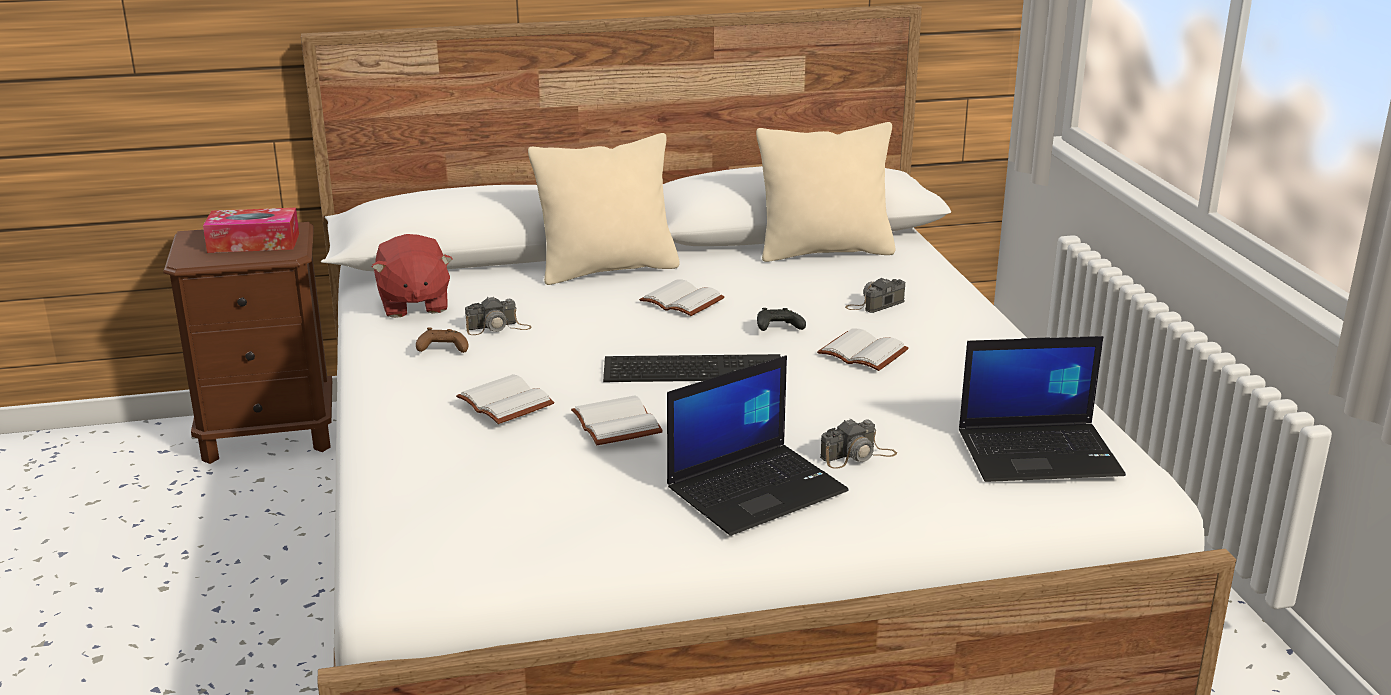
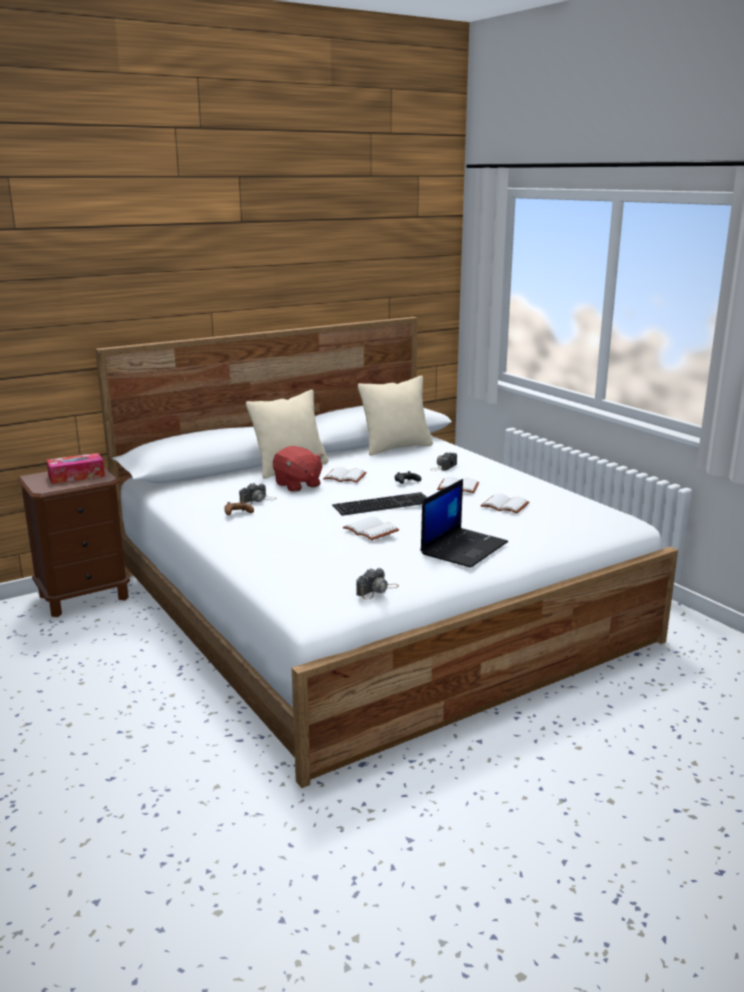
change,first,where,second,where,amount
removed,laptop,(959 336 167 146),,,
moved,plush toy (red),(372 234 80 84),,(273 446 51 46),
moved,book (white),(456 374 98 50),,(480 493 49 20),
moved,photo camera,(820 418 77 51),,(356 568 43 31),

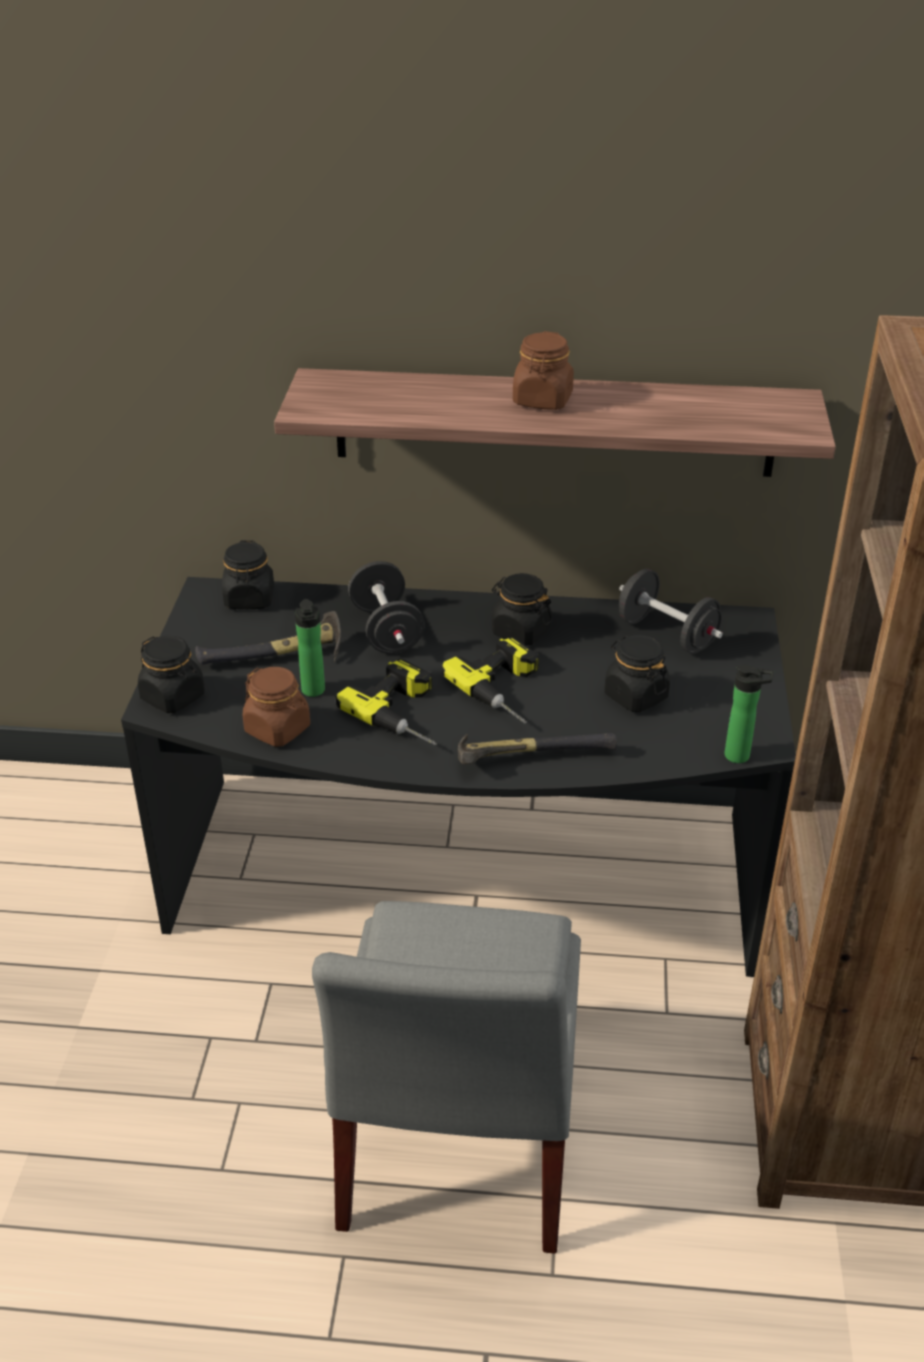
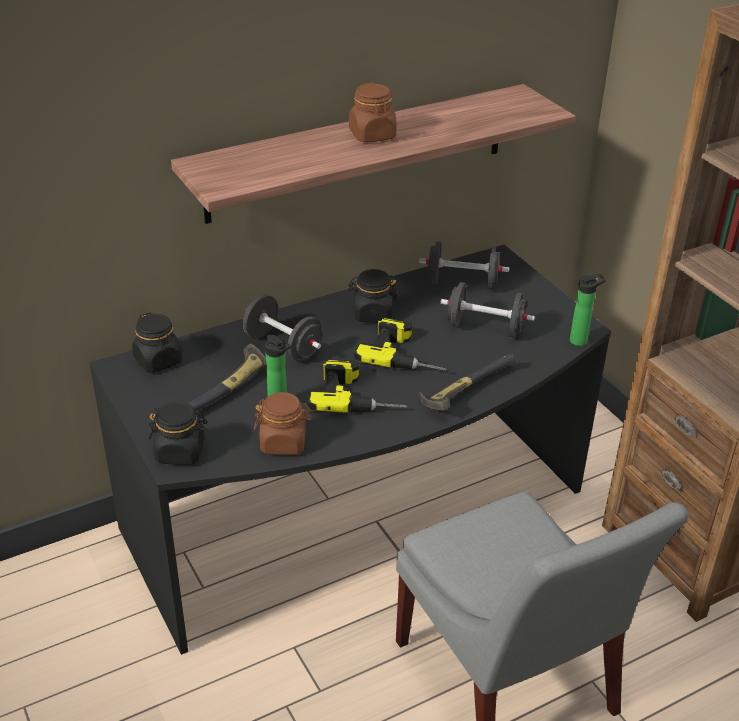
change,first,where,second,where,amount
replaced,jar (black),(604 635 66 77),dumbbell (black),(440 282 95 56),

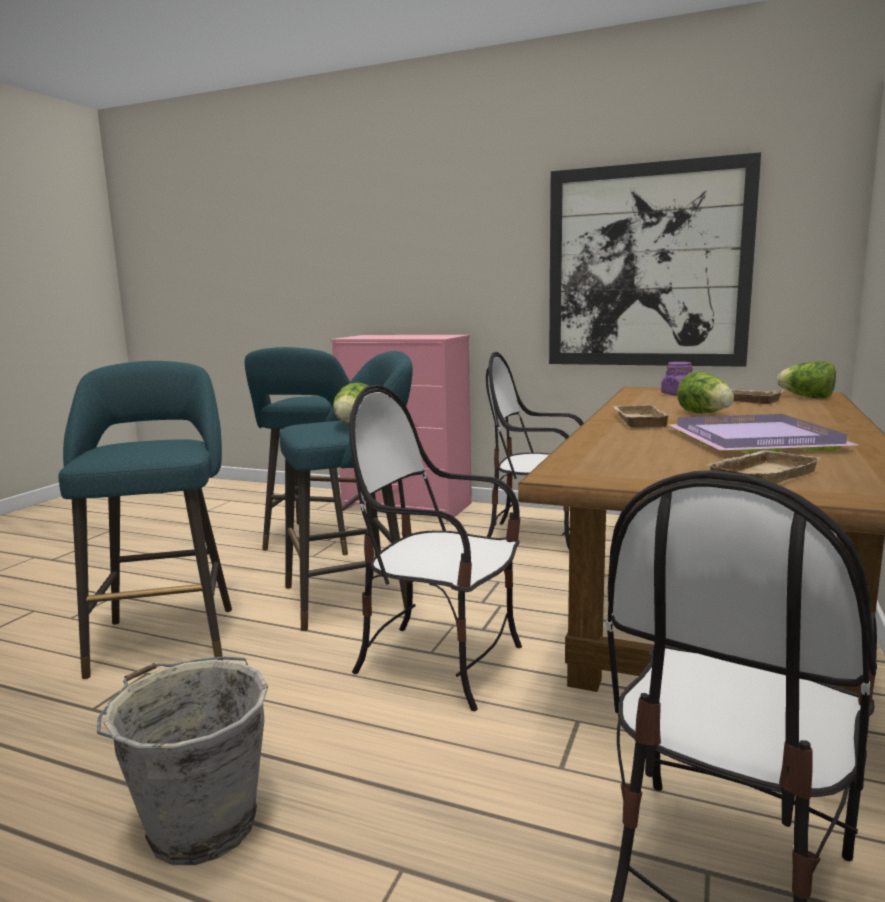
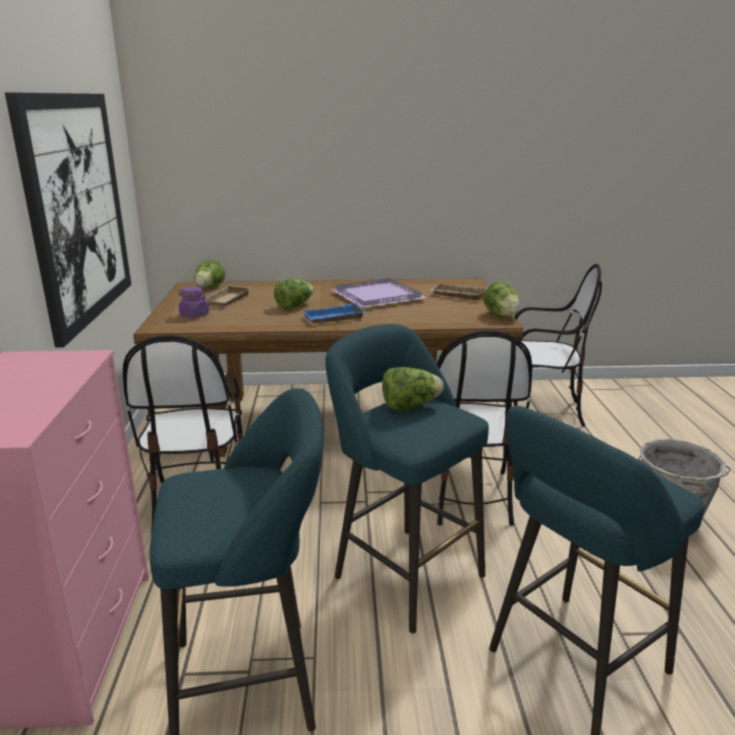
change,first,where,second,where,amount
added,,,lettuce,(484 281 35 36),
recoloured,tray (beige),(612 404 57 24),tray (blue),(303 303 63 20),

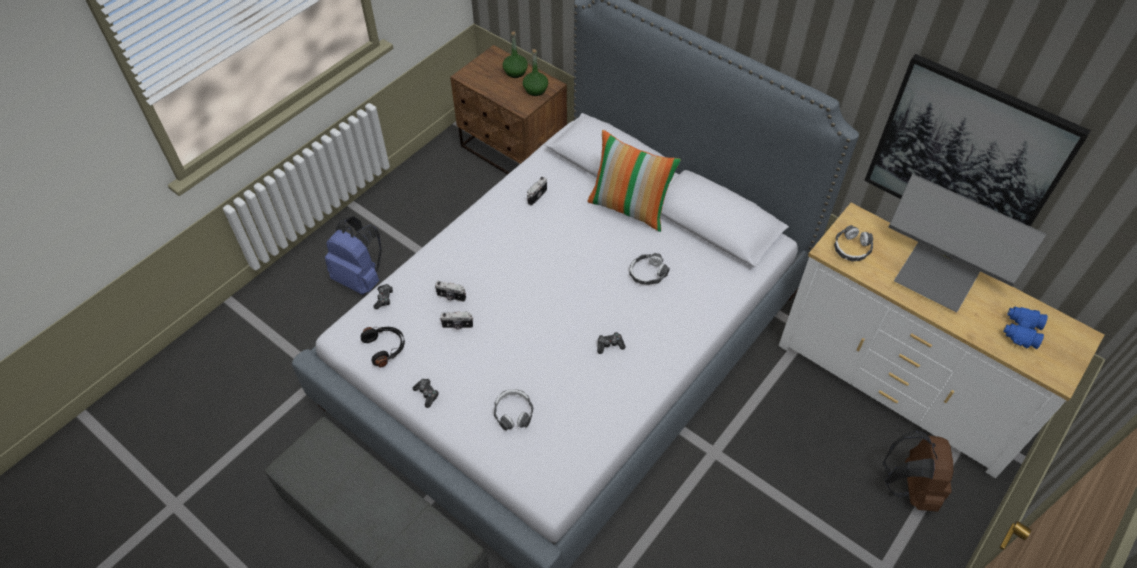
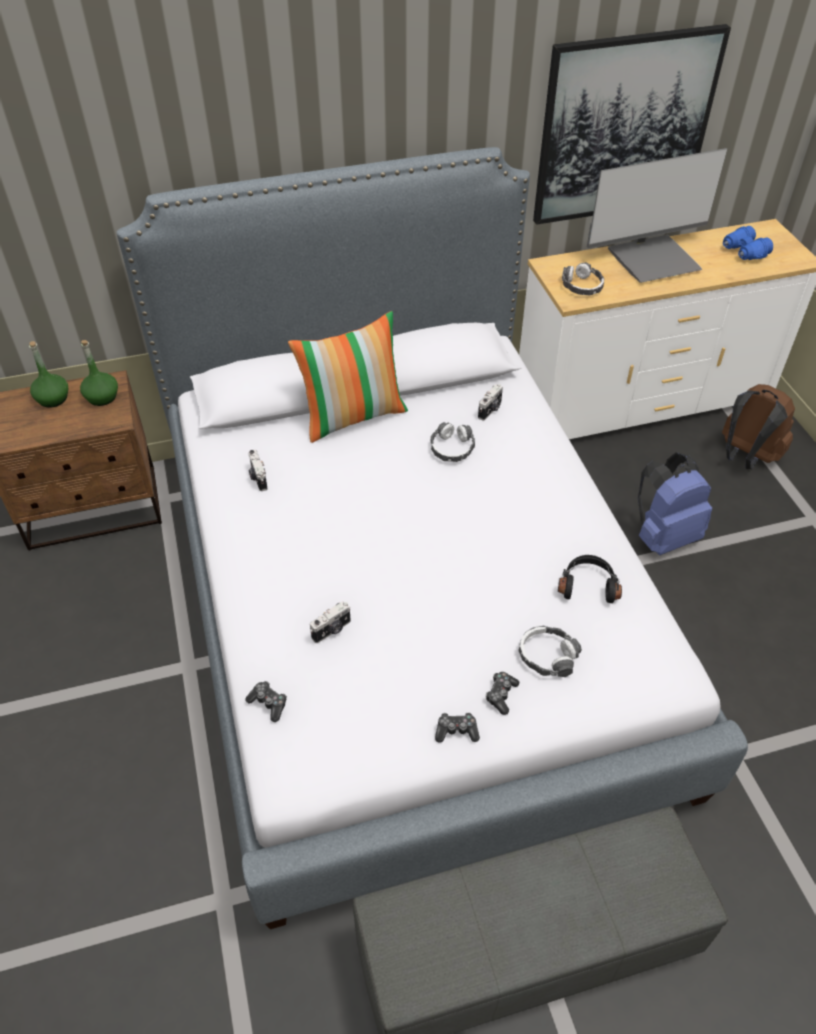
change,first,where,second,where,amount
moved,backpack (blue),(325 216 57 79),,(638 452 74 103),
moved,headphones (black),(361 327 44 40),,(558 555 64 48),
moved,photo camera,(440 311 33 18),,(478 384 25 37),
moved,game controller,(597 332 29 22),,(486 672 33 43),

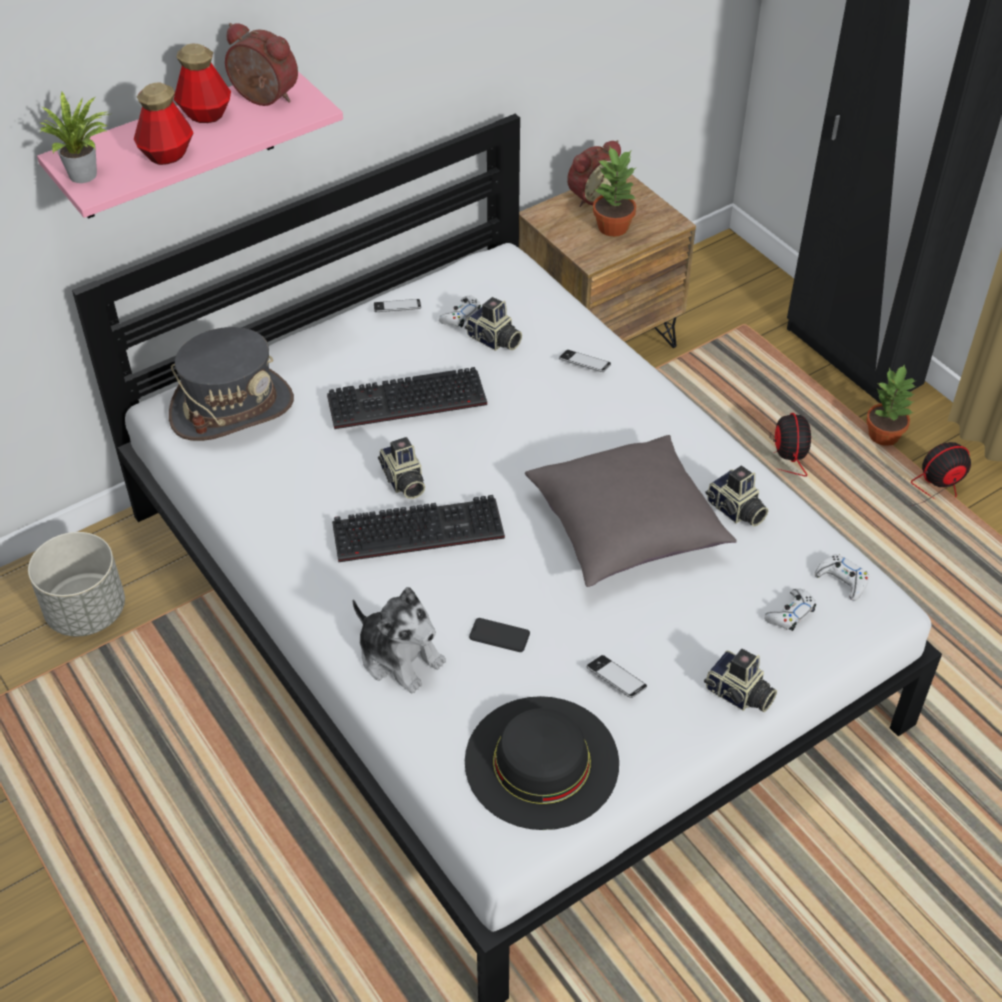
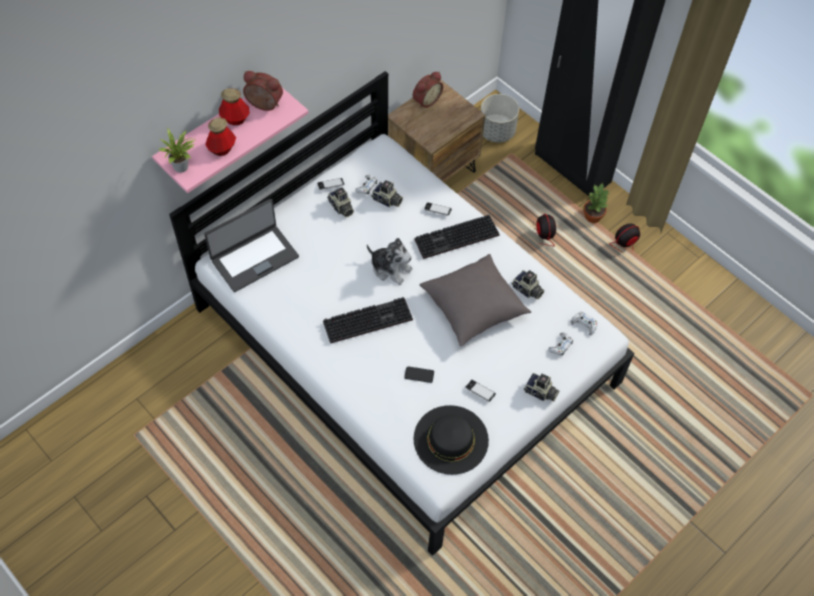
change,first,where,second,where,amount
removed,potted plant,(593 147 43 90),,,
moved,planter (grey),(28 532 97 104),,(481 94 38 48),
moved,keyboard,(327 367 160 62),,(414 215 85 44),
moved,plush toy,(353 587 93 106),,(367 238 46 47),
moved,photo camera,(378 437 47 62),,(327 187 27 30),
replaced,hat (grey),(169 327 125 114),laptop,(204 199 95 93),

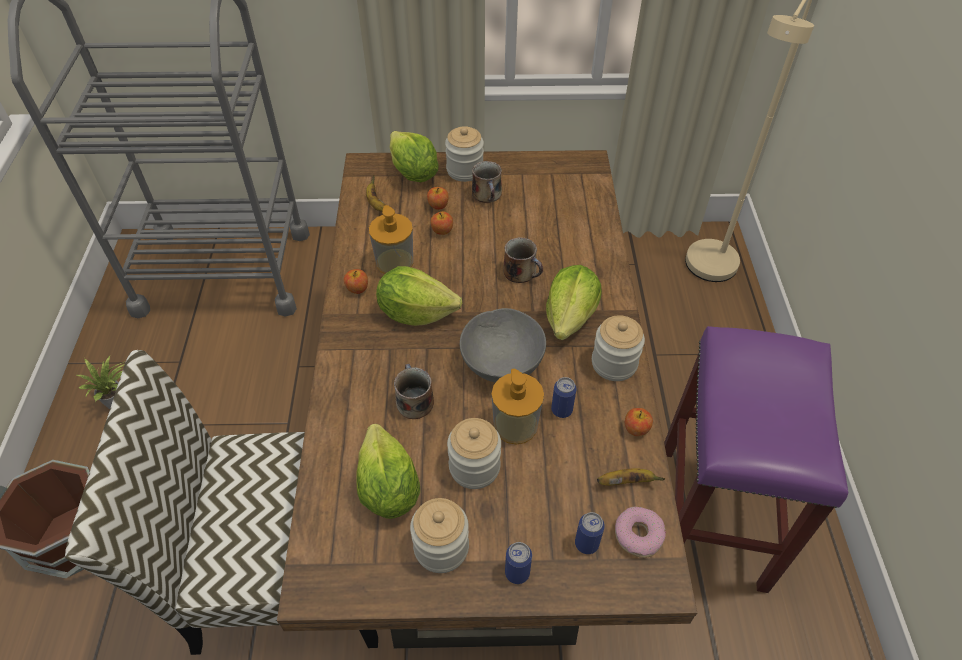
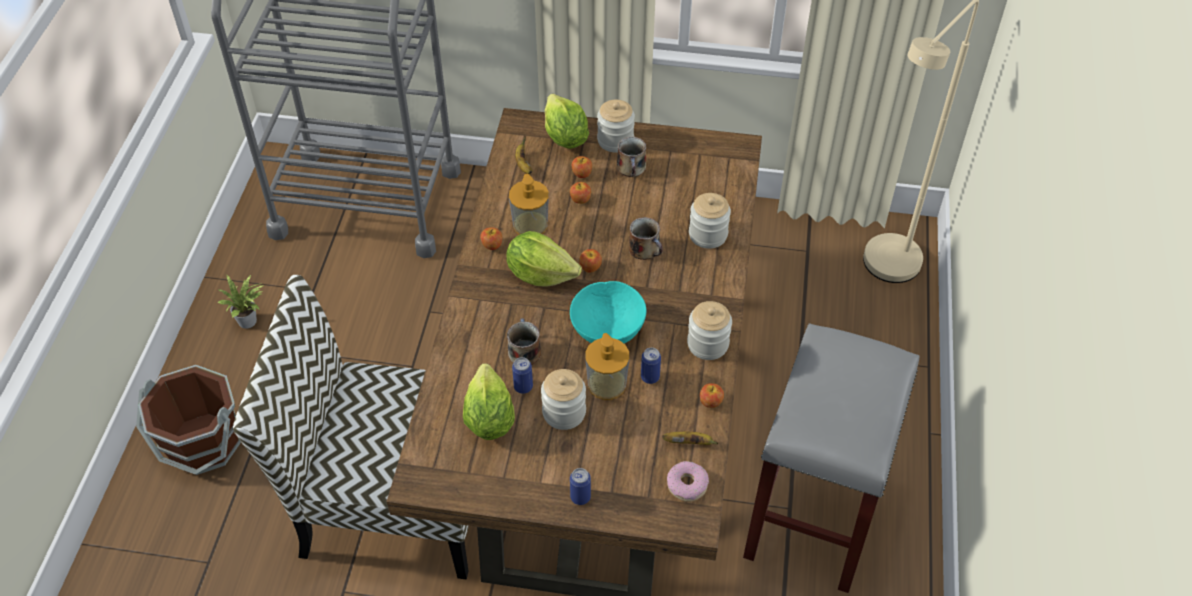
change,first,where,second,where,amount
removed,lettuce,(546 265 56 75),,,
added,,,apple,(579 249 23 24),
moved,jar,(410 498 59 75),,(689 193 42 56),
moved,can,(575 512 30 42),,(512 357 21 37),
recoloured,bowl (grey),(460 308 86 74),bowl (turquoise),(570 281 76 62),
recoloured,stool (purple),(664 326 185 267),stool (grey),(743 323 176 270),

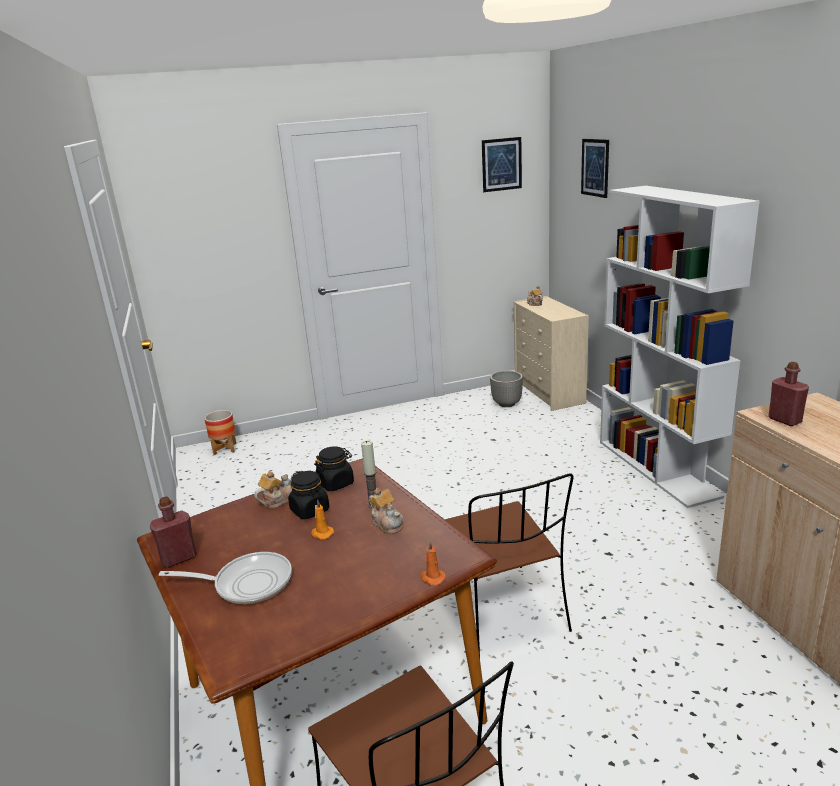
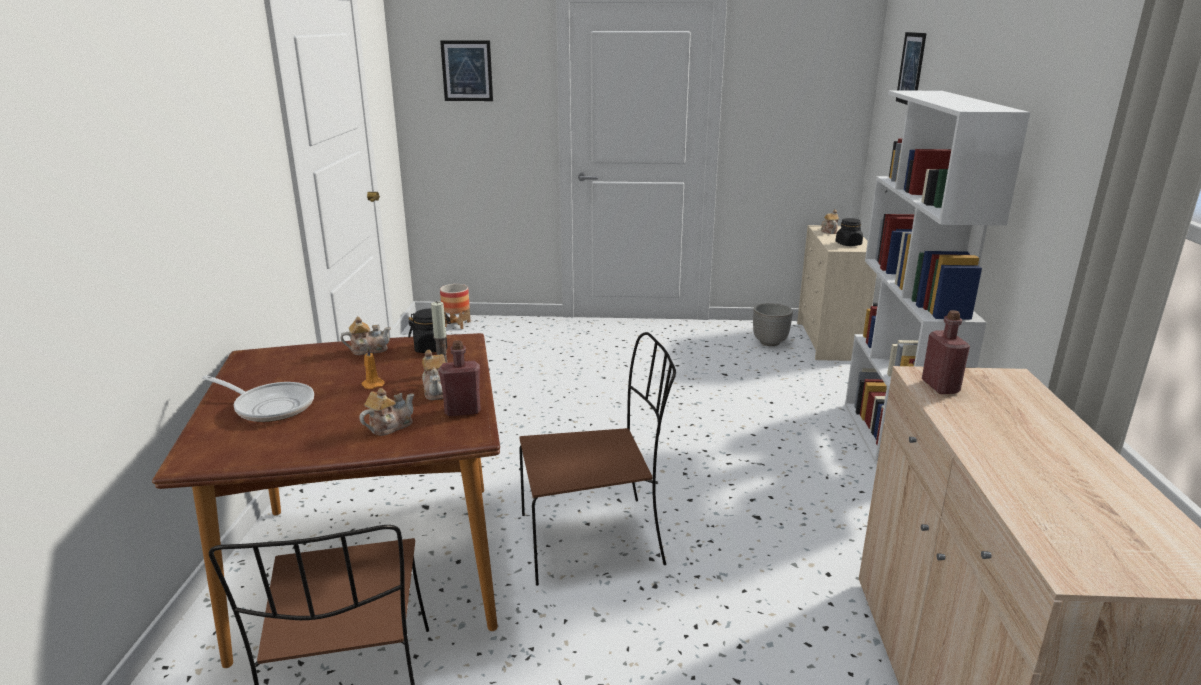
change,first,where,second,where,amount
removed,candle (orange),(420 541 26 45),,,
added,,,teapot,(359 388 55 48),
moved,bottle (red),(150 496 47 72),,(439 340 42 76),
moved,jar (black),(288 471 41 48),,(836 218 27 28),
moved,picture,(482 137 40 55),,(440 40 53 61),
turned,chair (brown),(445 473 129 183),,(519 332 157 254),105 degrees counterclockwise

